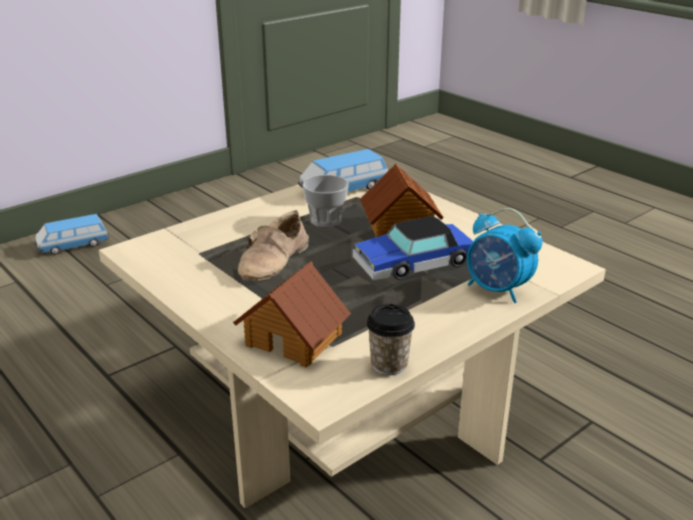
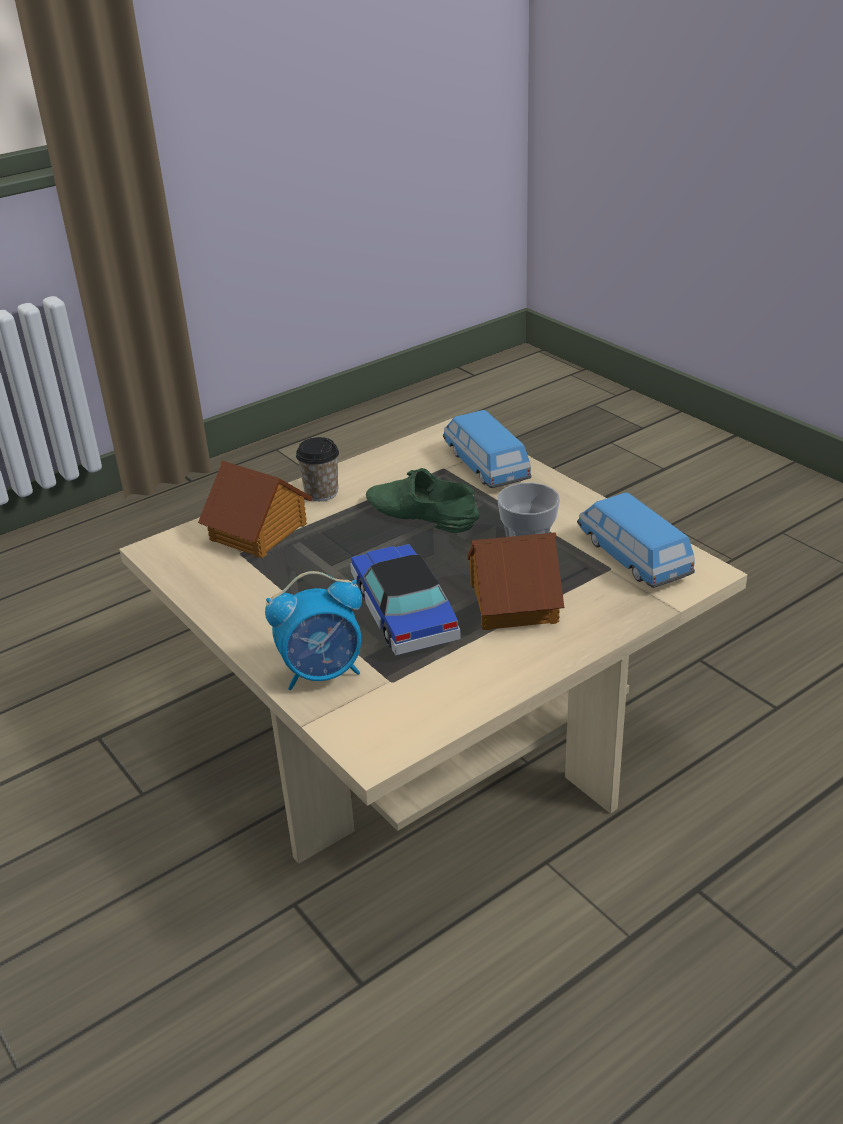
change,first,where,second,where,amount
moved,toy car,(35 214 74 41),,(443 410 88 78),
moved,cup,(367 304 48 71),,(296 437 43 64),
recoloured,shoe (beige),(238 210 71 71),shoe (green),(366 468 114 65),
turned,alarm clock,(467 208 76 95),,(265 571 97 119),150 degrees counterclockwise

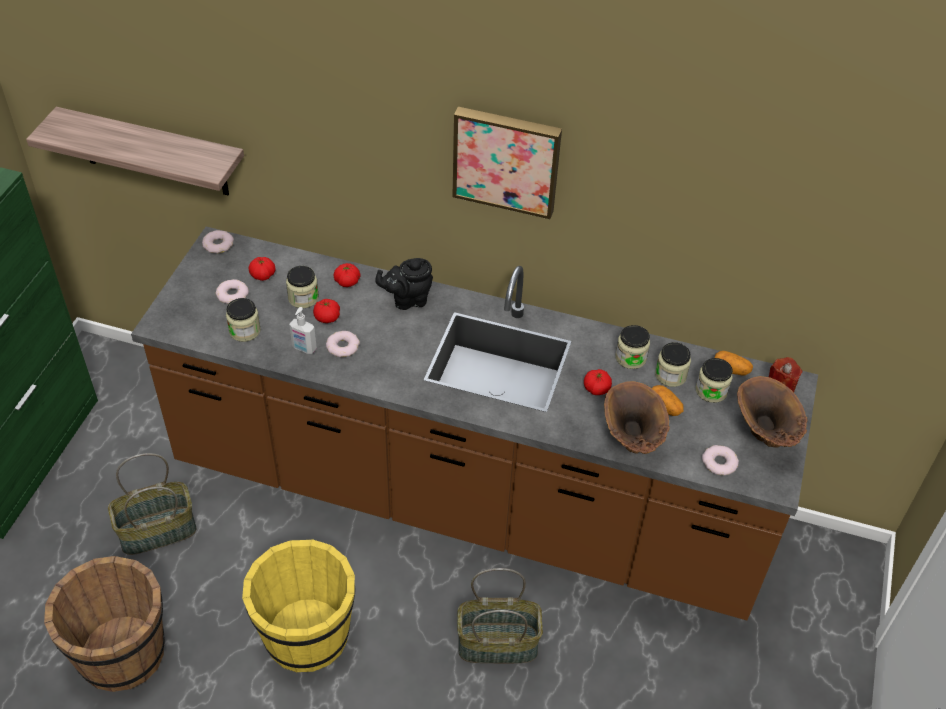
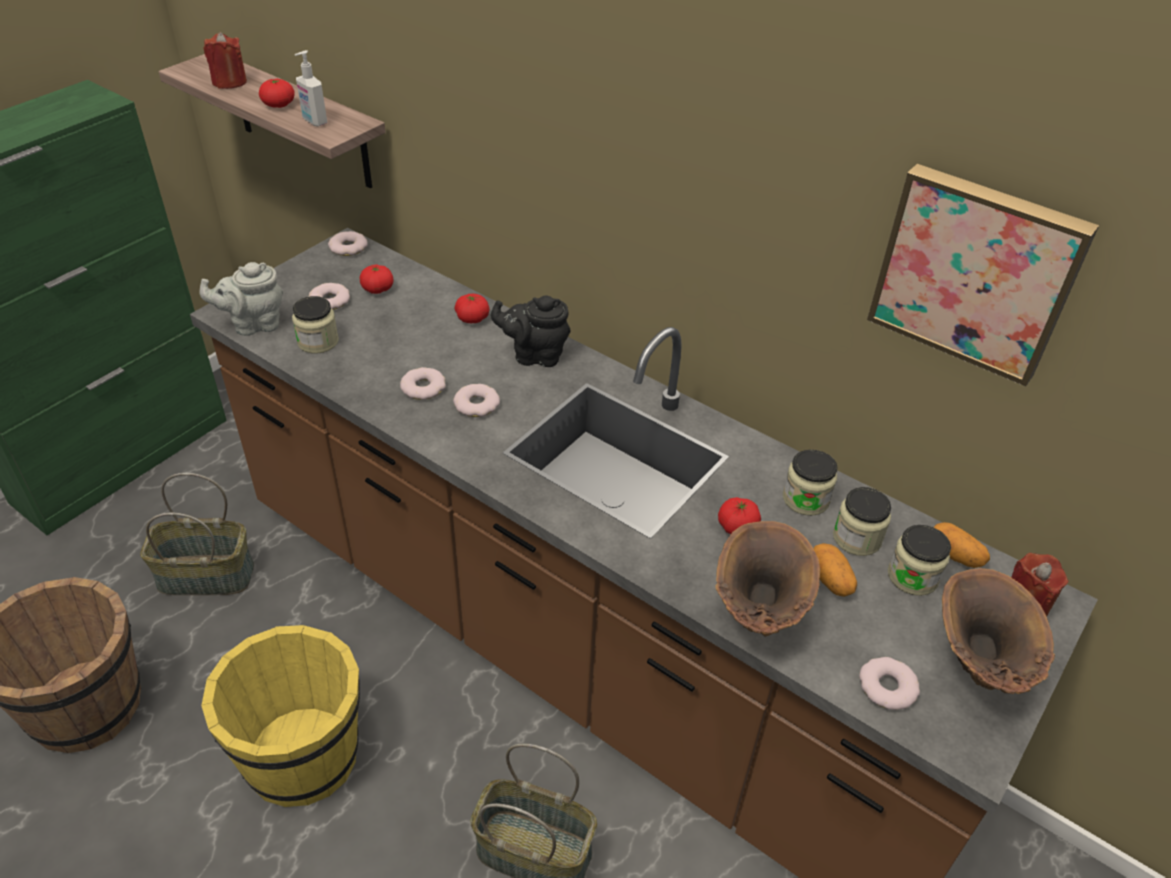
change,first,where,second,where,amount
removed,jar,(286 266 33 42),,,
added,,,teapot (grey),(200 262 83 74),
added,,,candle (red),(204 32 43 57),
added,,,donut,(453 384 47 33),
moved,soap dispenser,(289 307 28 47),,(295 50 32 76),
moved,tomato,(313 299 27 24),,(259 79 36 29),
moved,picture,(453 107 109 112),,(867 164 232 222),

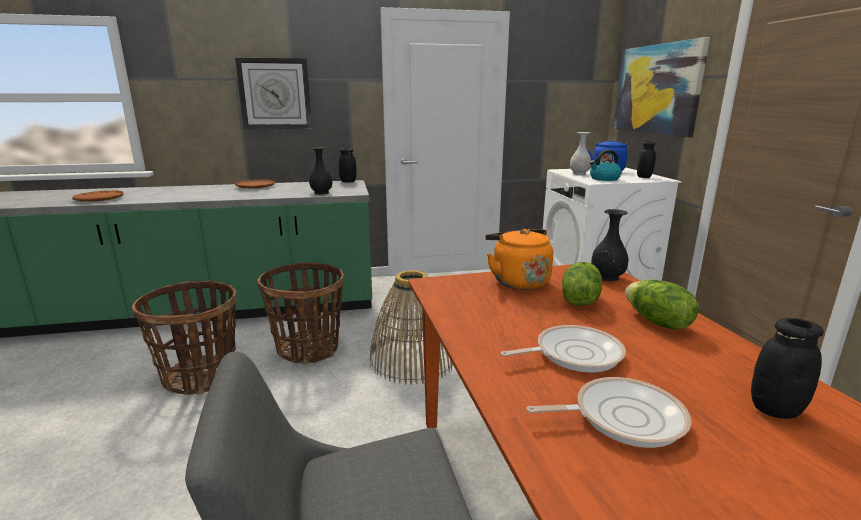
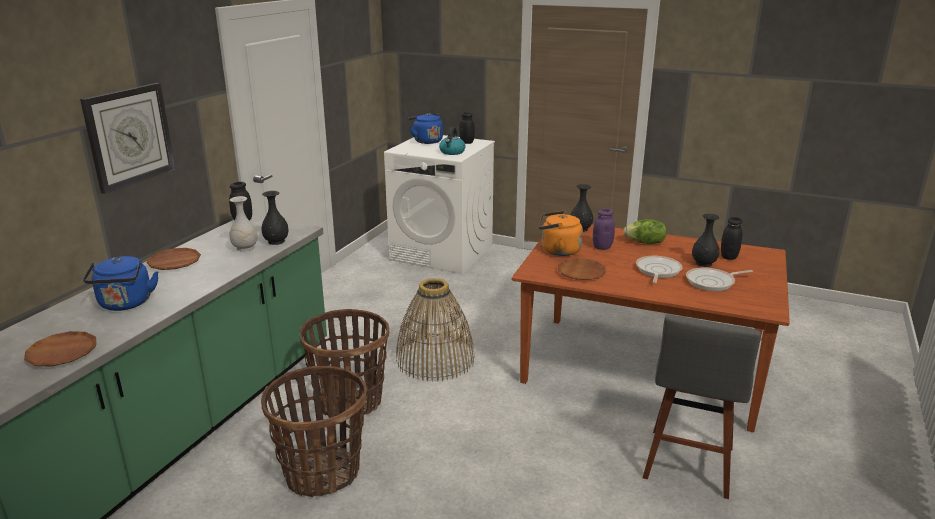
change,first,where,second,where,amount
removed,picture,(613 37 97 100),,,
added,,,kettle (blue),(83 256 75 55),
added,,,plate (brown),(558 258 48 22),
added,,,vase (black),(692 214 27 53),
moved,vase (white),(570 132 21 43),,(229 196 29 56),
replaced,lettuce,(562 262 40 44),jar (purple),(593 209 22 41),
turned,frying pan,(526 377 166 71),,(686 267 67 24),135 degrees counterclockwise

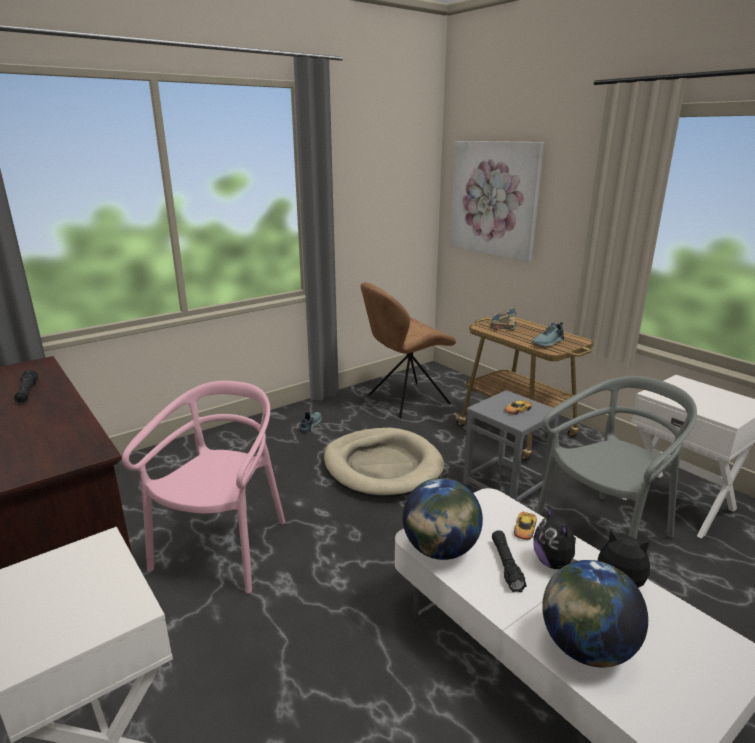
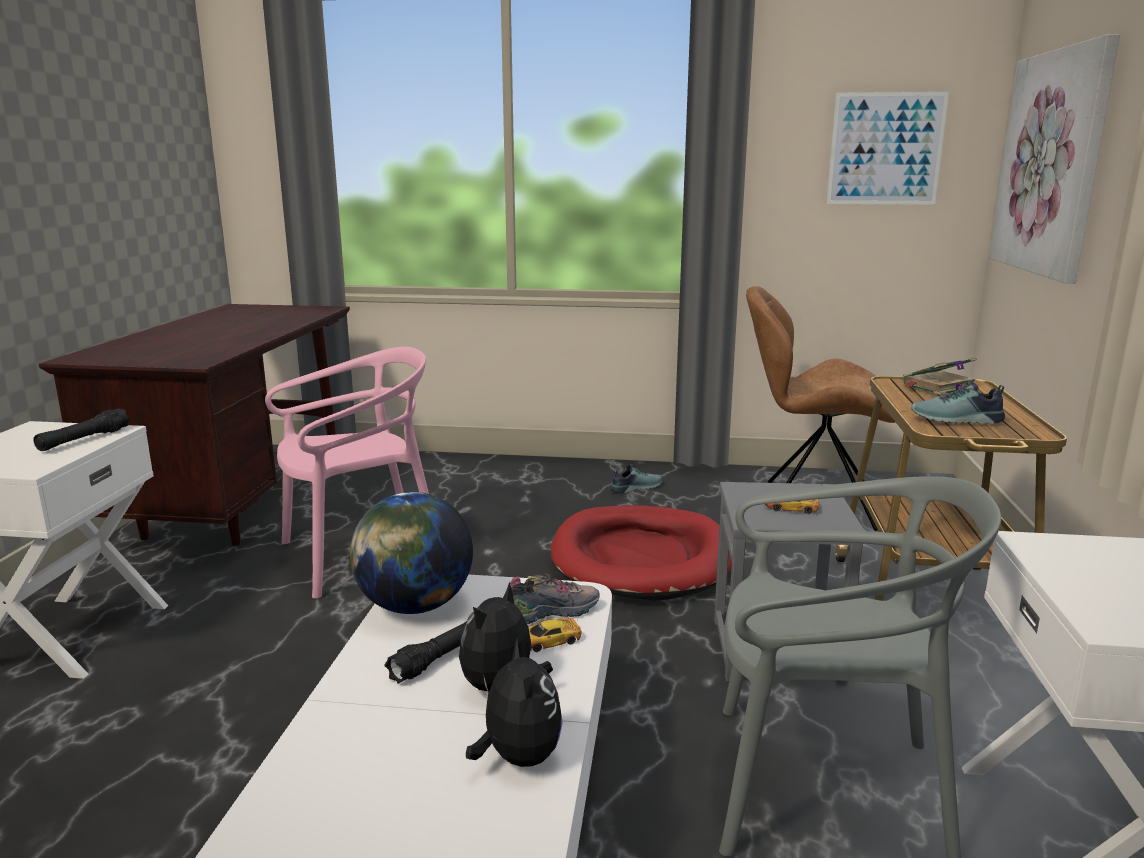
change,first,where,second,where,amount
removed,globe,(542 560 106 108),,,
added,,,shoe,(510 573 90 51),
added,,,picture,(827 92 122 113),
moved,flashlight (black),(14 369 24 35),,(33 408 97 43),
recoloured,dog bed (beige),(324 428 120 70),dog bed (red),(551 505 181 96),

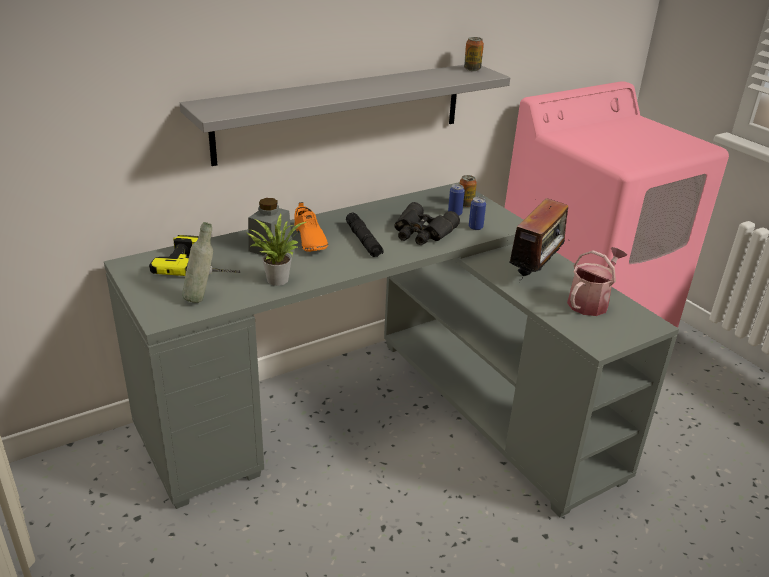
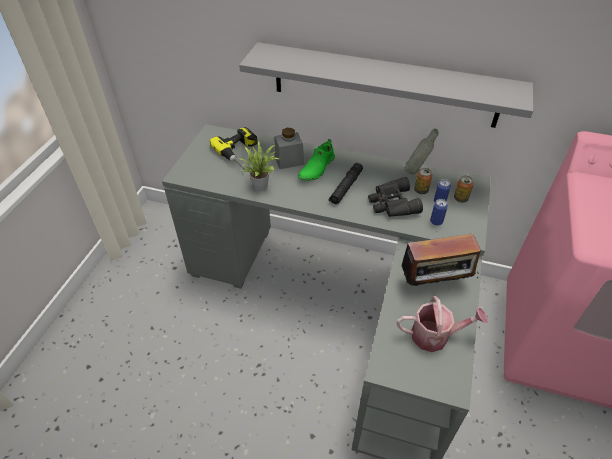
change,first,where,second,where,amount
moved,bottle (grey),(182 222 31 81),,(405 128 34 46),
moved,can,(464 37 20 34),,(414 168 18 26),
recoloured,shoe (orange),(294 202 34 50),shoe (green),(298 139 37 41),

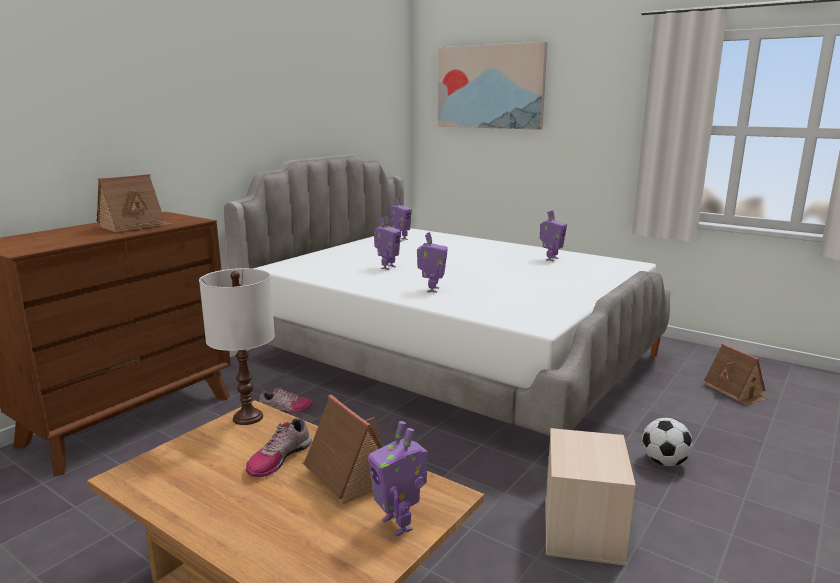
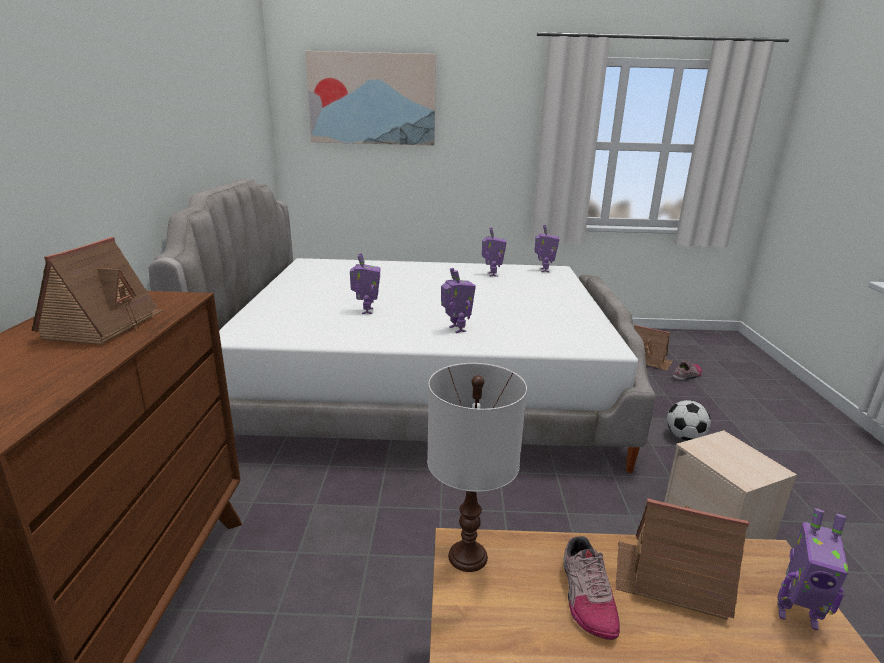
change,first,where,second,where,amount
moved,shoe,(259 388 53 25),,(672 360 30 21),
moved,toy robot,(390 197 22 45),,(535 225 24 47),

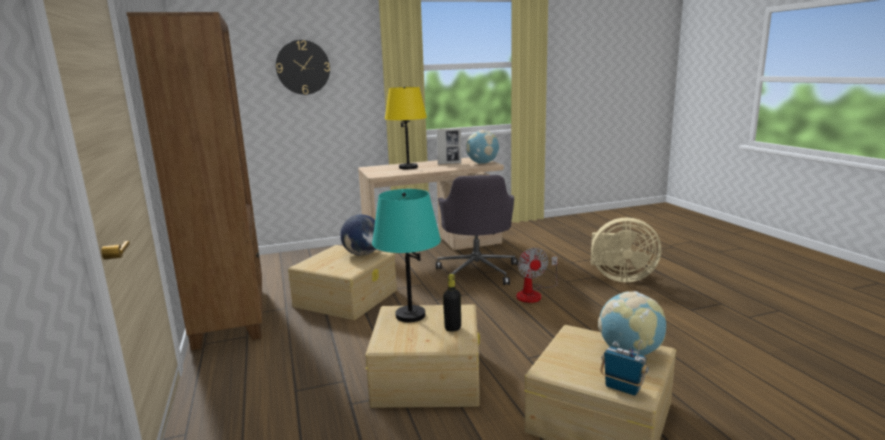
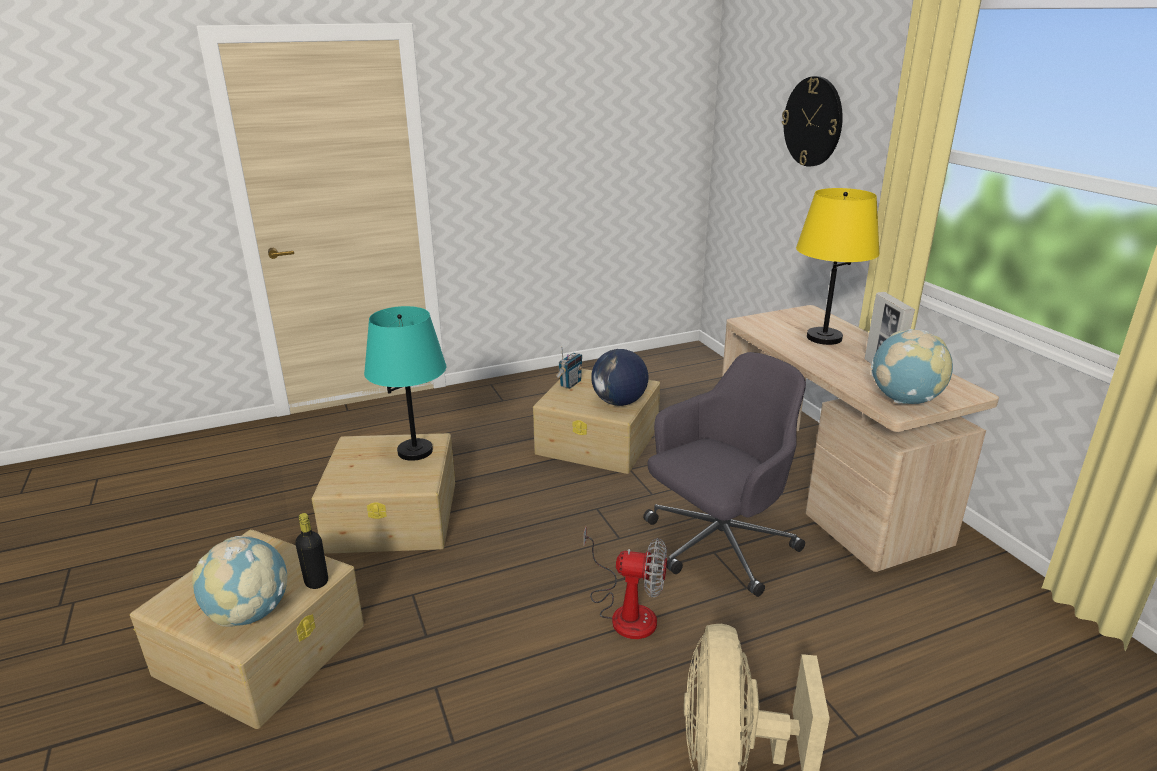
change,first,where,second,where,amount
removed,bookcase (brown),(127 12 135 339),,,
moved,bottle (black),(443 274 18 58),,(295 513 33 76),
moved,radio,(600 340 49 56),,(556 346 27 43),
turned,office chair (grey),(436 175 82 110),,(643 352 163 245),150 degrees clockwise
turned,fan,(516 248 42 55),,(584 527 83 112),150 degrees counterclockwise

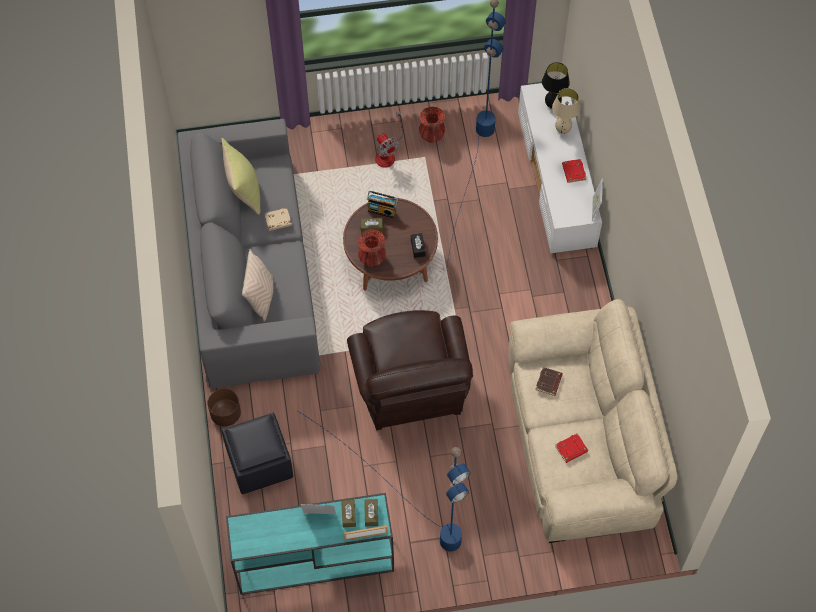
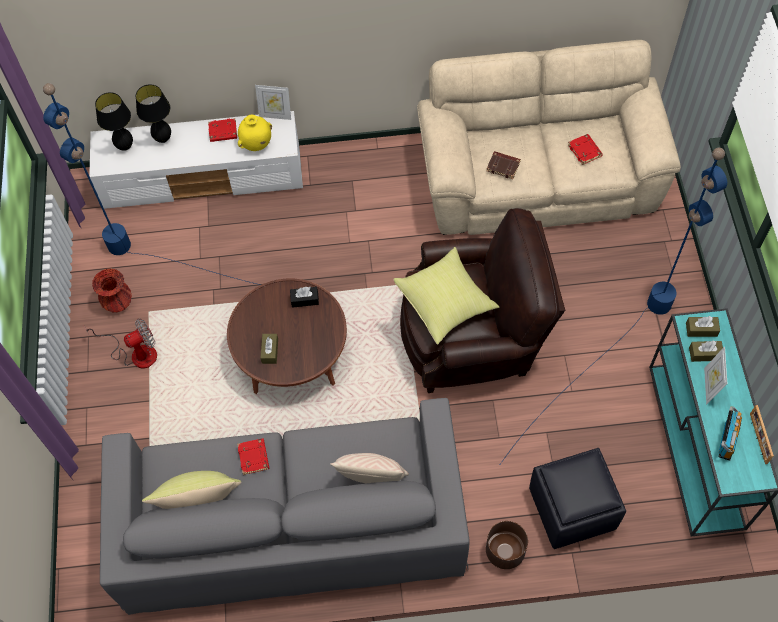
change,first,where,second,where,amount
removed,vase (red),(358 229 28 38),,,
added,,,vase (yellow),(238 115 34 36),
added,,,pillow (yellow),(393 247 106 97),
moved,picture frame,(344 526 44 14),,(750 405 24 59),
moved,radio,(367 191 31 27),,(719 406 23 55),
recoloured,book (beige),(264 208 28 23),book (red),(237 438 32 37),
recoloured,table lamp (beige),(552 88 28 46),table lamp (black),(136 84 35 59),

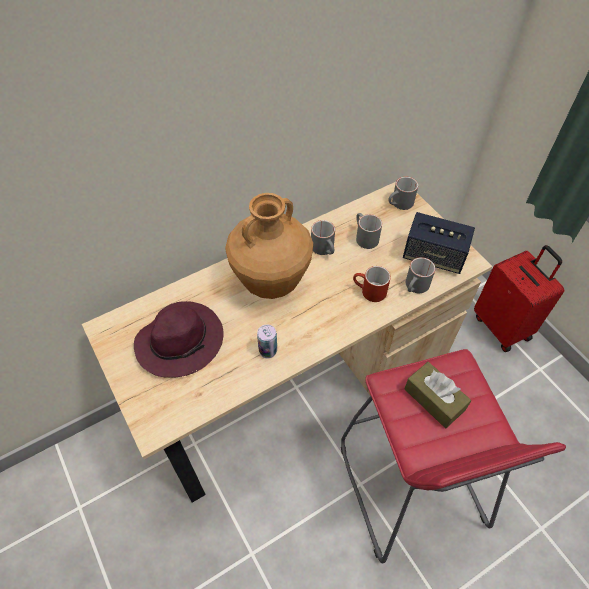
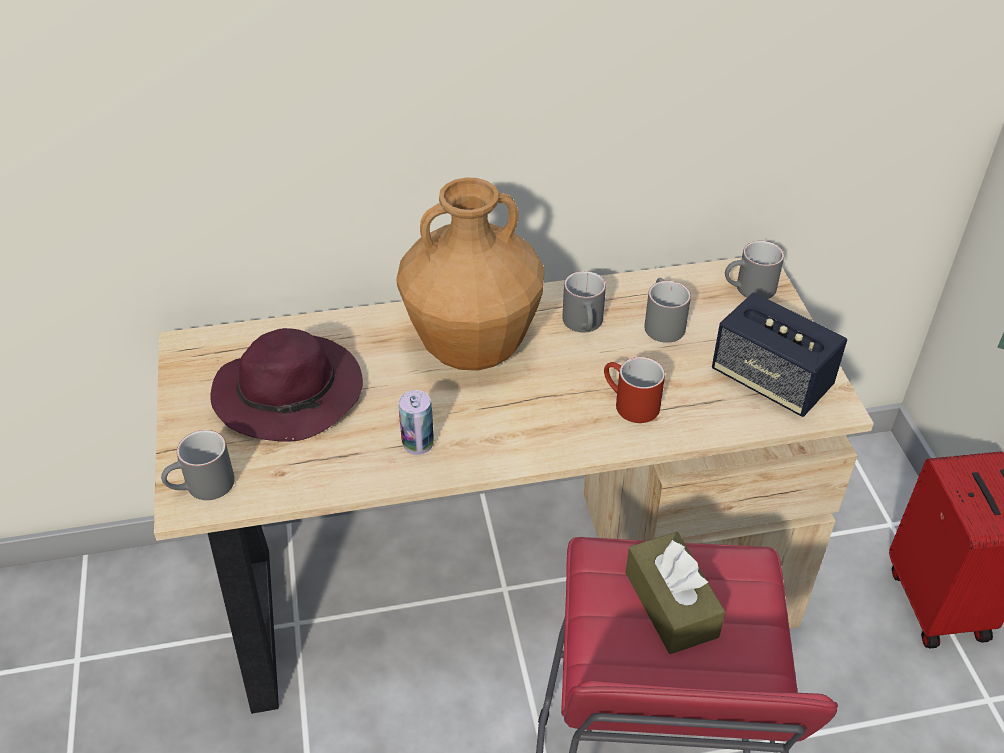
change,first,where,second,where,amount
moved,mug (grey),(406 257 29 36),,(161 430 74 70),

